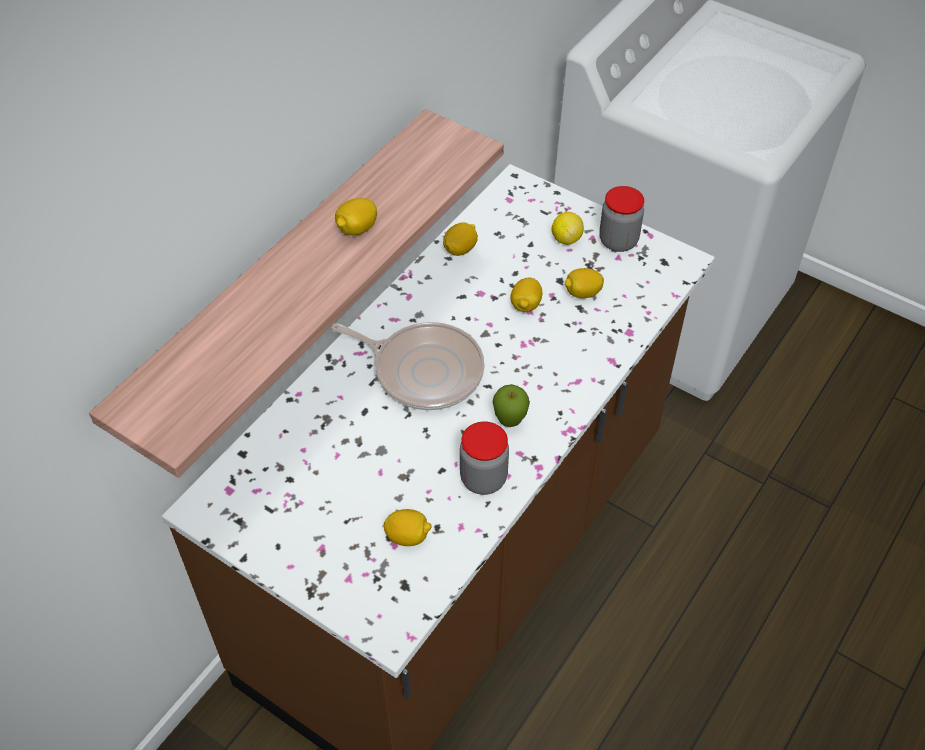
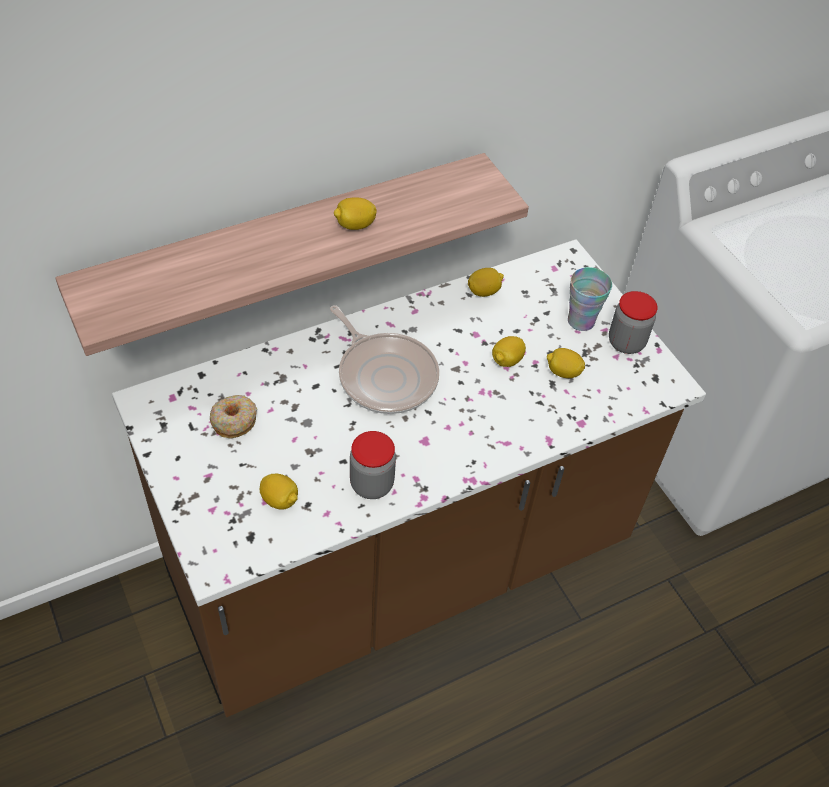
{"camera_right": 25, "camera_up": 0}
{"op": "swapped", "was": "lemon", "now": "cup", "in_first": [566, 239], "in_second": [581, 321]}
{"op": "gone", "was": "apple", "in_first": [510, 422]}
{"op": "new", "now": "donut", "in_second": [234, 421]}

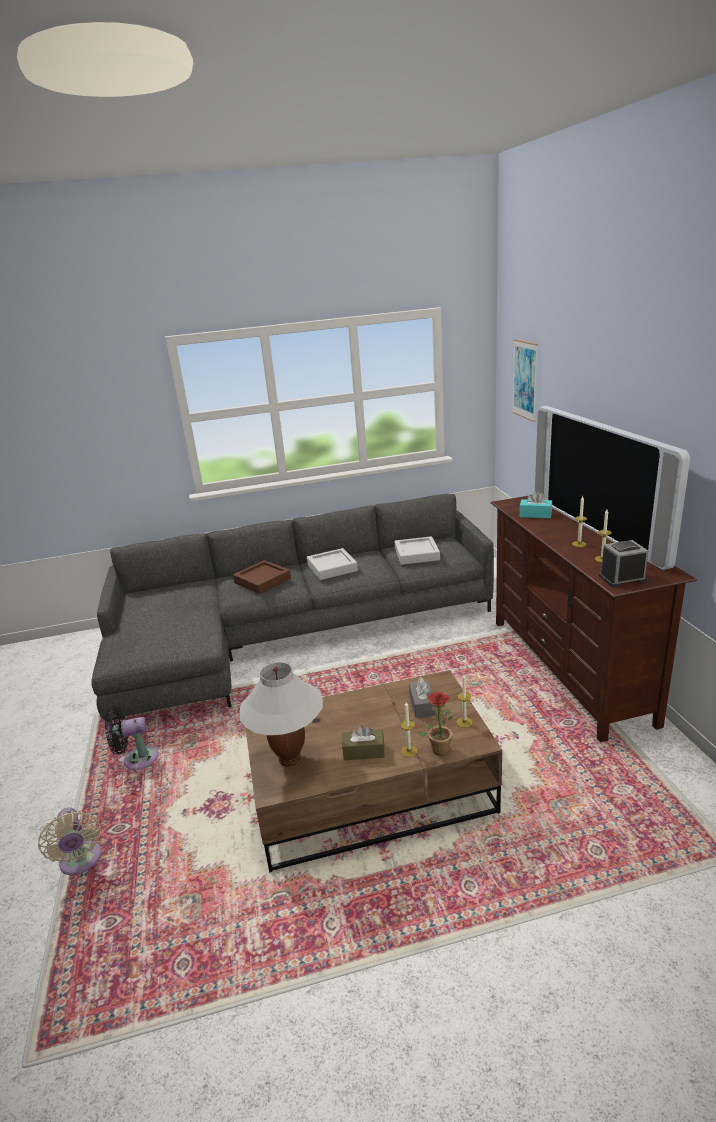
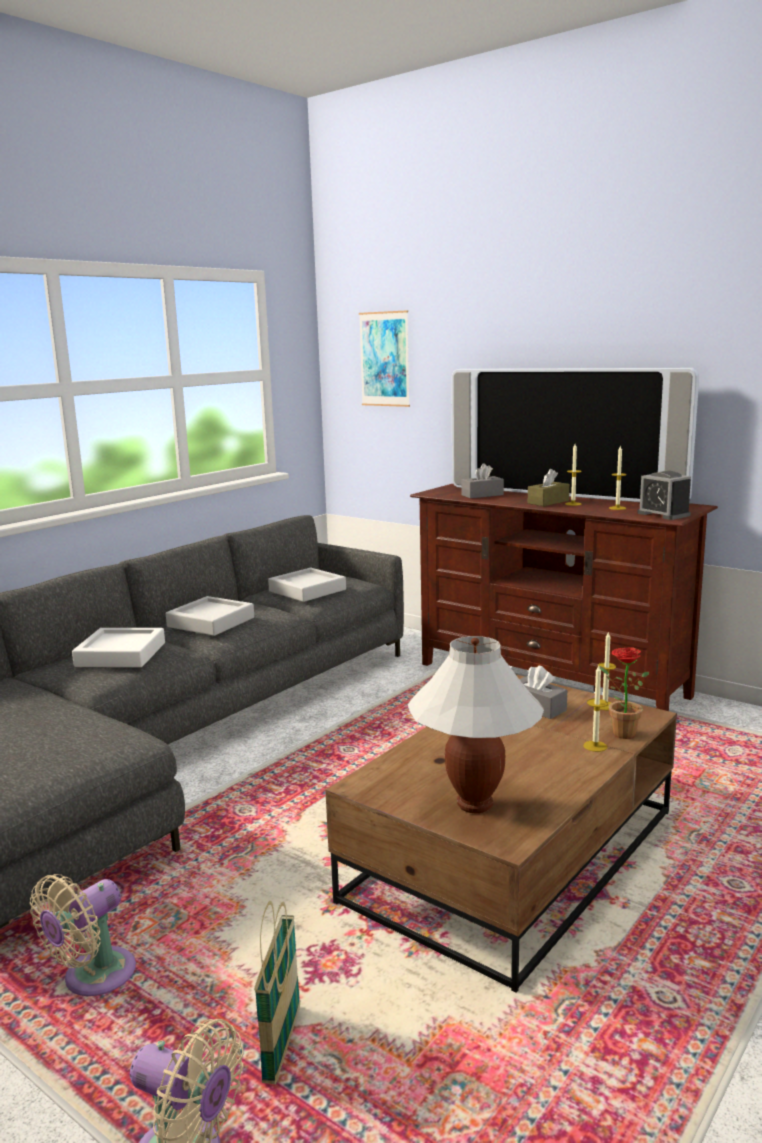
{"camera_right": -40, "camera_up": -10}
{"op": "repainted", "was": "turquoise tissue box", "now": "grey tissue box", "in_first": [535, 515], "in_second": [482, 495]}
{"op": "rotated", "was": "alarm clock", "in_first": [622, 578], "in_second": [663, 514], "clockwise": -75}
{"op": "repainted", "was": "brown tray", "now": "white tray", "in_first": [262, 581], "in_second": [121, 654]}
{"op": "repainted", "was": "black fan", "now": "beige fan", "in_first": [137, 759], "in_second": [93, 978]}
{"op": "shifted", "was": "brown tissue box", "in_first": [364, 751], "in_second": [548, 502]}
{"op": "new", "now": "basket", "in_second": [282, 1046]}

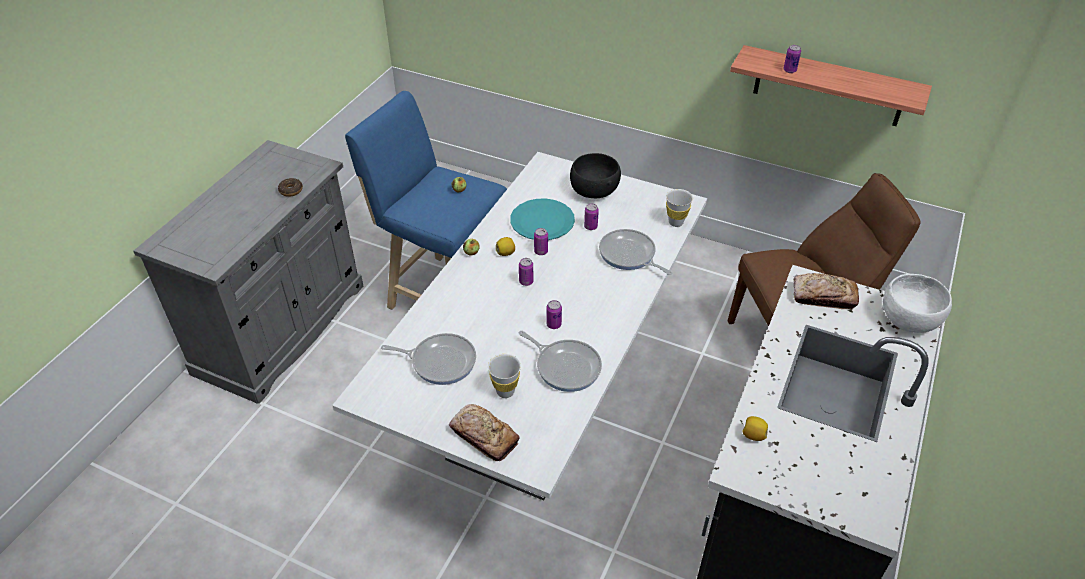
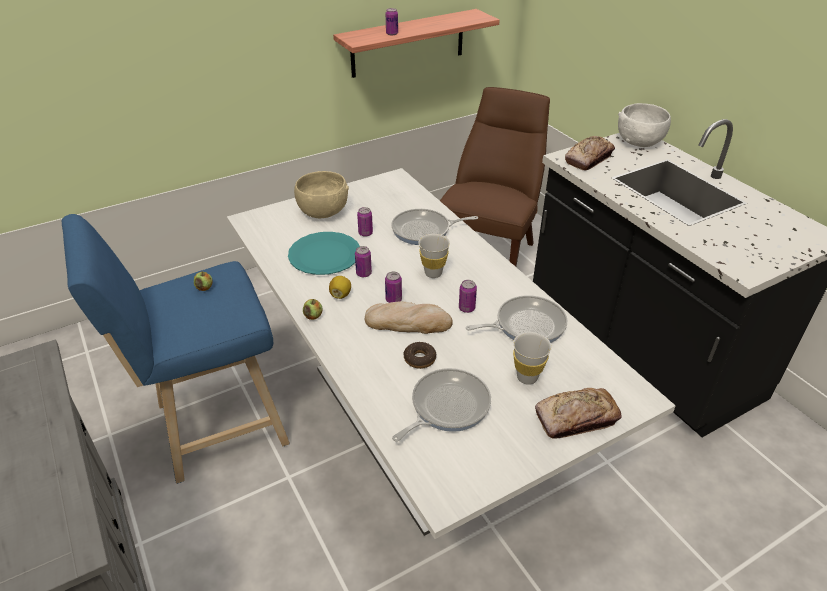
{"camera_right": -55, "camera_up": -5}
{"op": "repainted", "was": "black bowl", "now": "beige bowl", "in_first": [593, 191], "in_second": [323, 212]}
{"op": "shifted", "was": "donut", "in_first": [291, 190], "in_second": [419, 359]}
{"op": "shifted", "was": "white cup", "in_first": [676, 222], "in_second": [433, 273]}
{"op": "gone", "was": "lemon", "in_first": [753, 435]}
{"op": "new", "now": "bread", "in_second": [408, 322]}

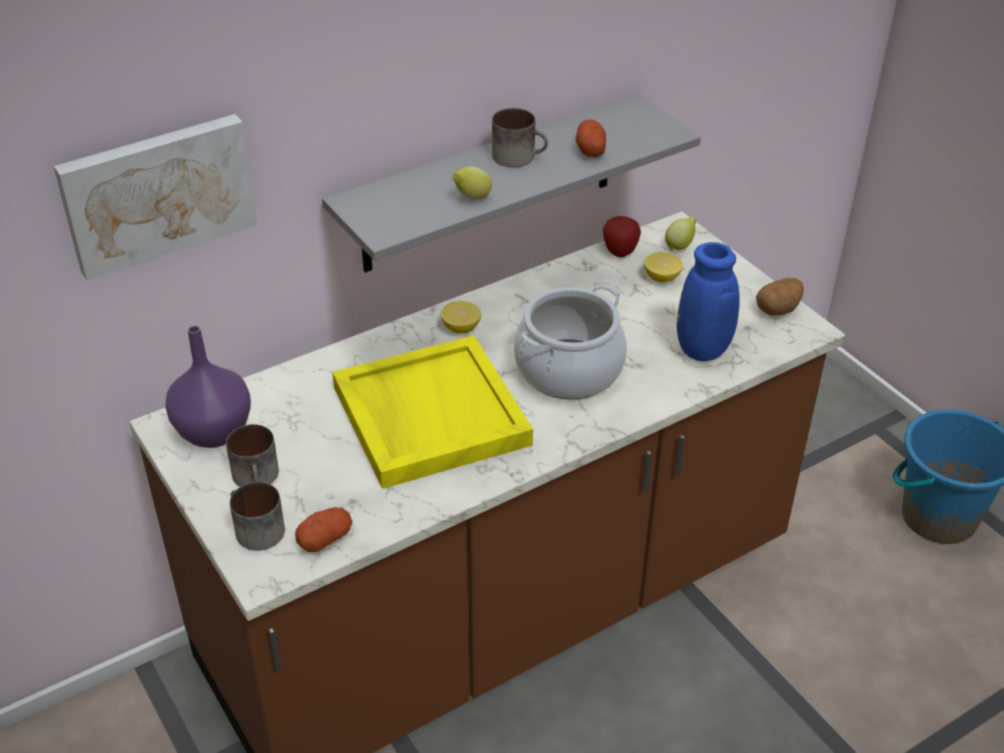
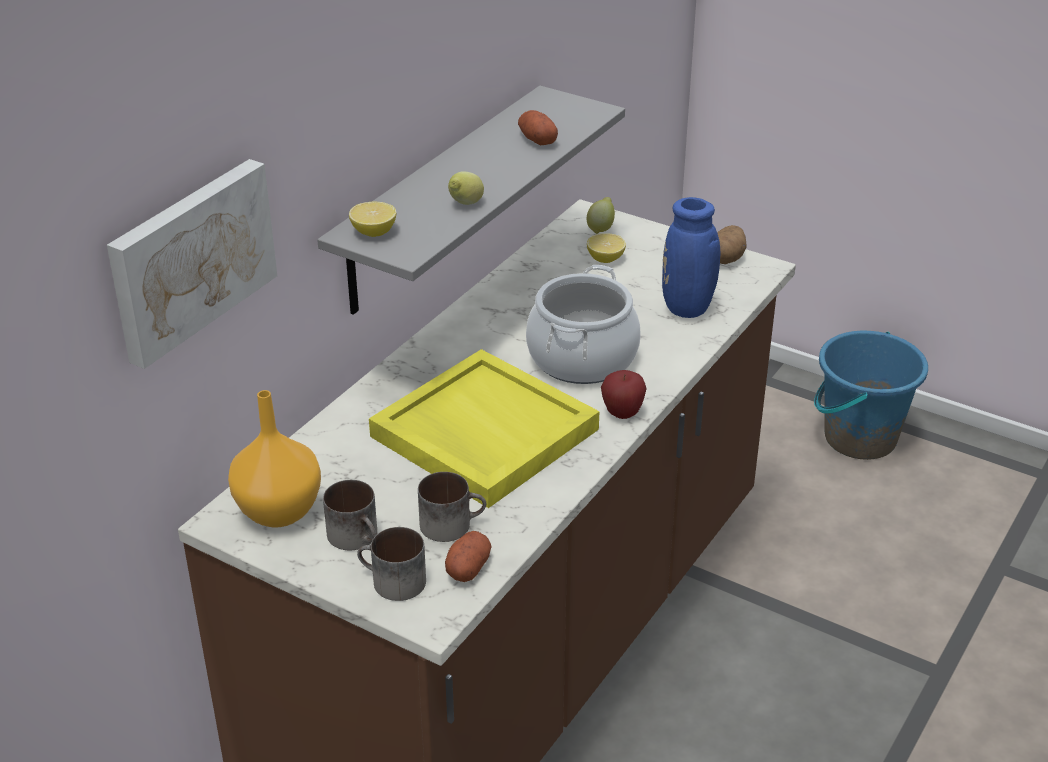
{"camera_right": -25, "camera_up": -5}
{"op": "shifted", "was": "mug", "in_first": [519, 156], "in_second": [452, 523]}
{"op": "shifted", "was": "apple", "in_first": [620, 253], "in_second": [622, 413]}
{"op": "shifted", "was": "lemon", "in_first": [461, 328], "in_second": [373, 232]}
{"op": "repainted", "was": "purple vase", "now": "orange vase", "in_first": [214, 431], "in_second": [278, 510]}

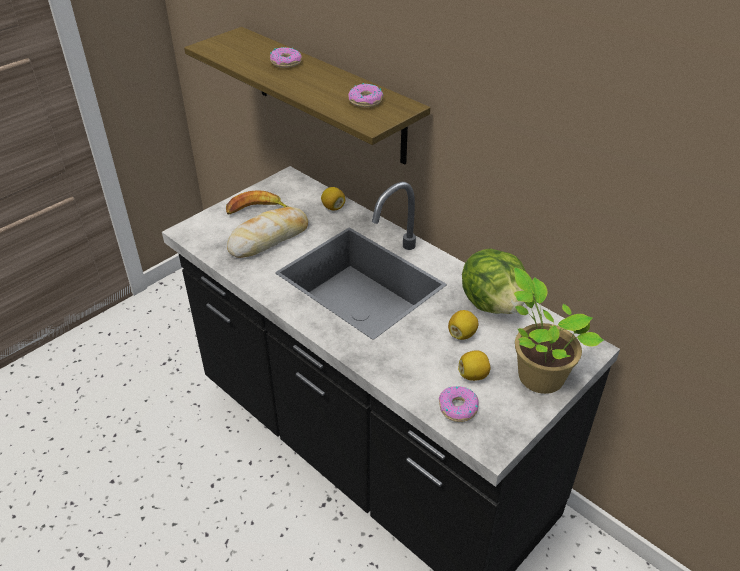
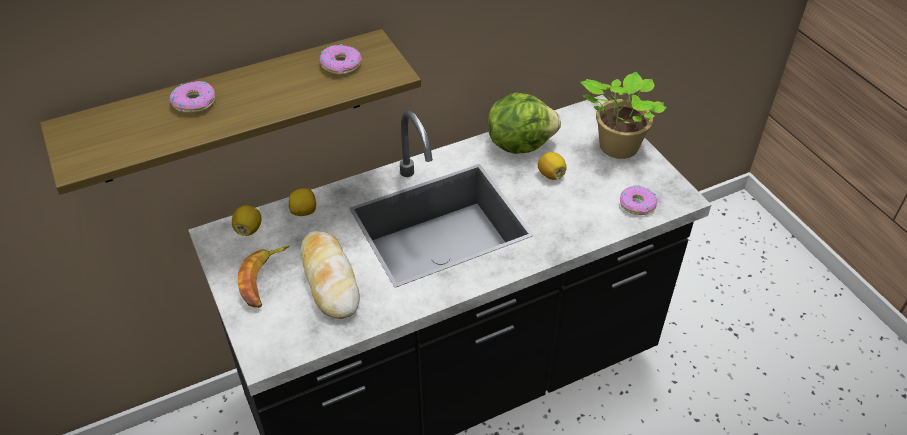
{"camera_right": -70, "camera_up": 5}
{"op": "shifted", "was": "lemon", "in_first": [473, 375], "in_second": [248, 229]}

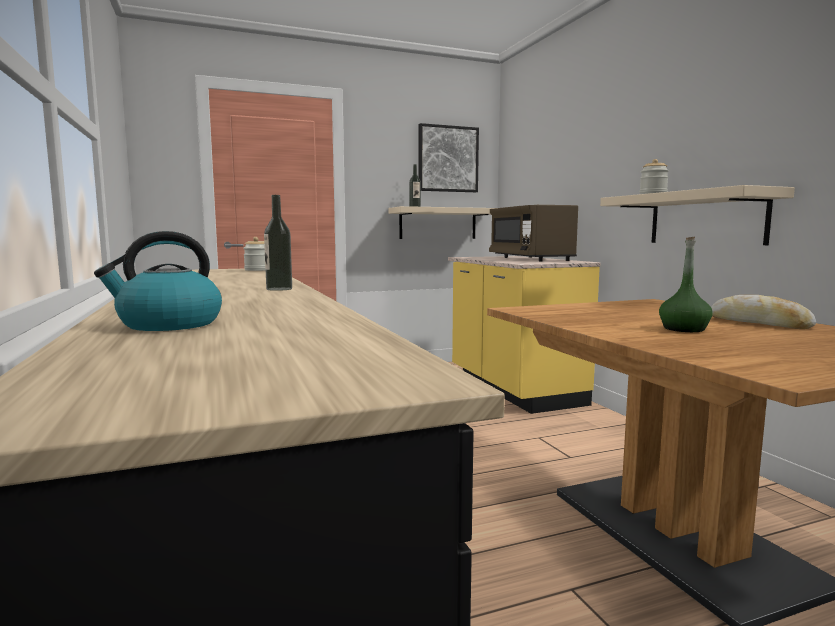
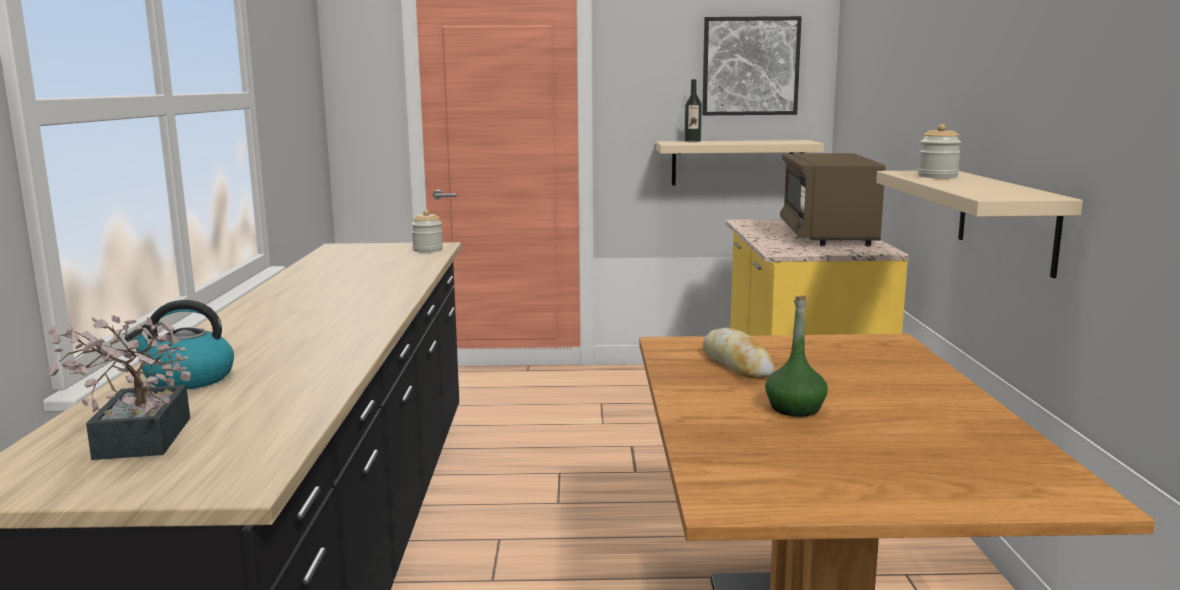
{"camera_right": 20, "camera_up": 5}
{"op": "gone", "was": "bottle", "in_first": [279, 289]}
{"op": "shifted", "was": "bread", "in_first": [759, 323], "in_second": [737, 364]}
{"op": "new", "now": "potted plant", "in_second": [137, 443]}

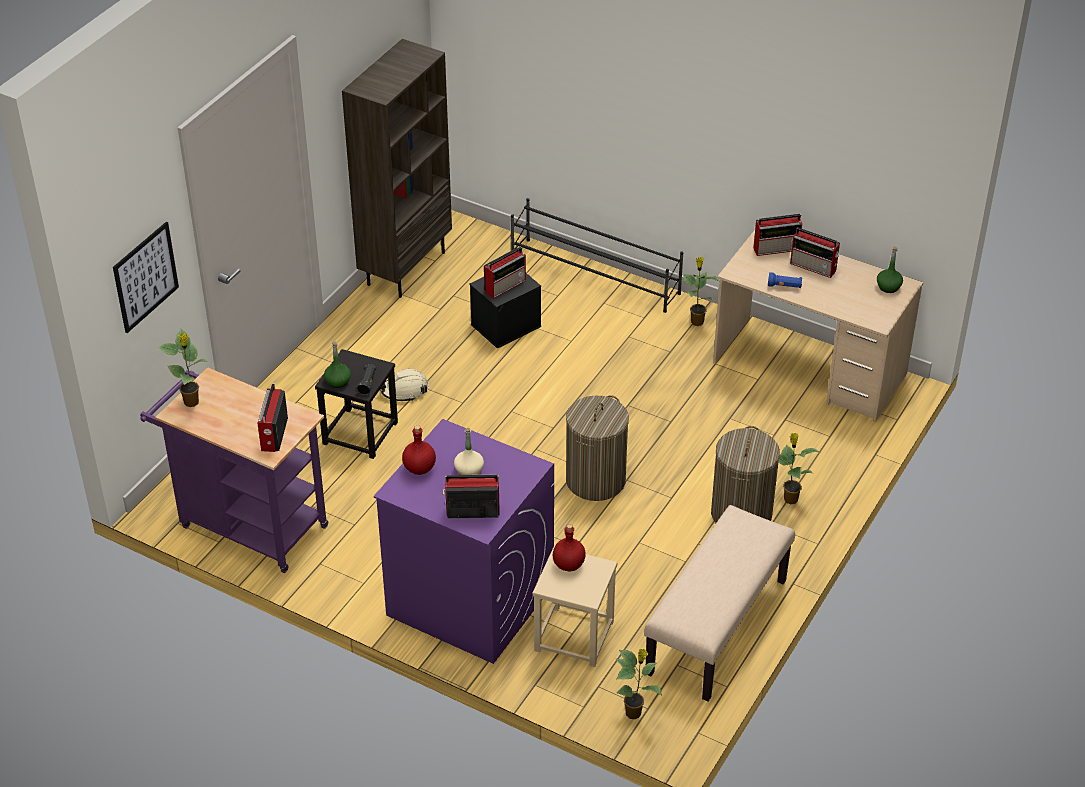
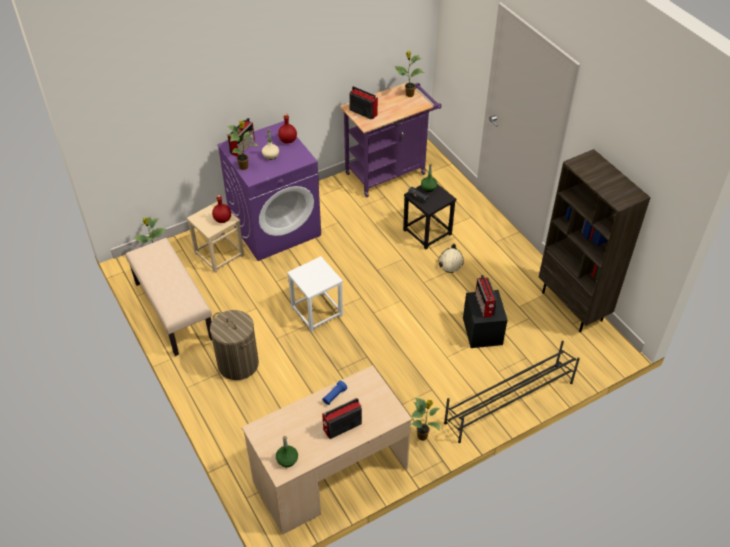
{"camera_right": 120, "camera_up": 5}
{"op": "gone", "was": "radio", "in_first": [777, 248]}
{"op": "gone", "was": "picture", "in_first": [145, 277]}
{"op": "swapped", "was": "laundry basket", "now": "white stool", "in_first": [595, 480], "in_second": [316, 311]}
{"op": "shifted", "was": "potted plant", "in_first": [790, 499], "in_second": [244, 166]}

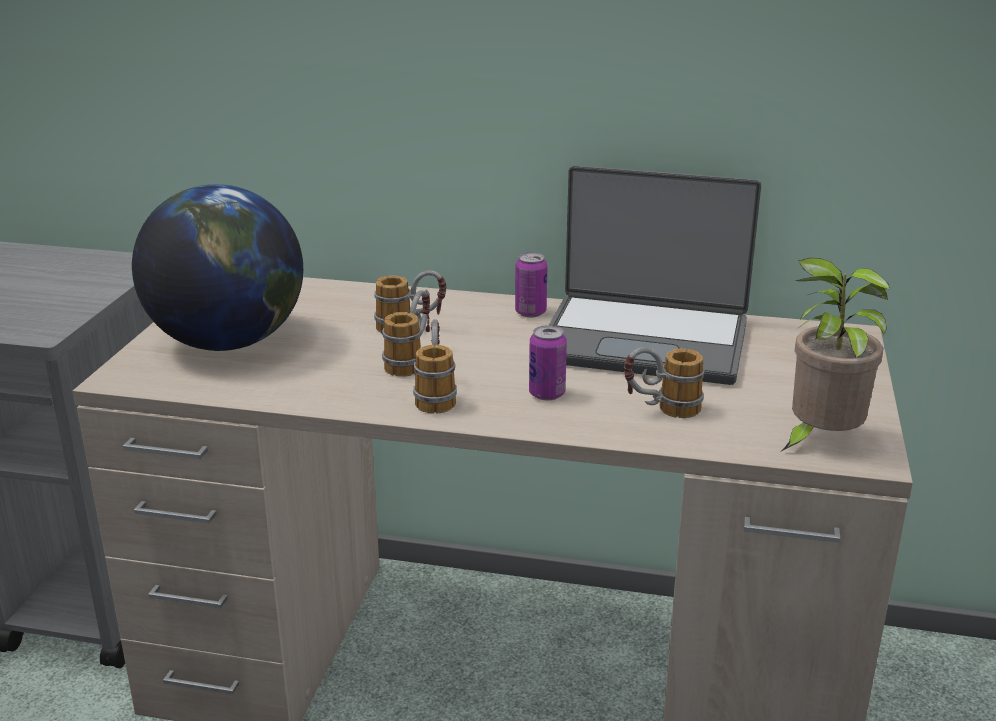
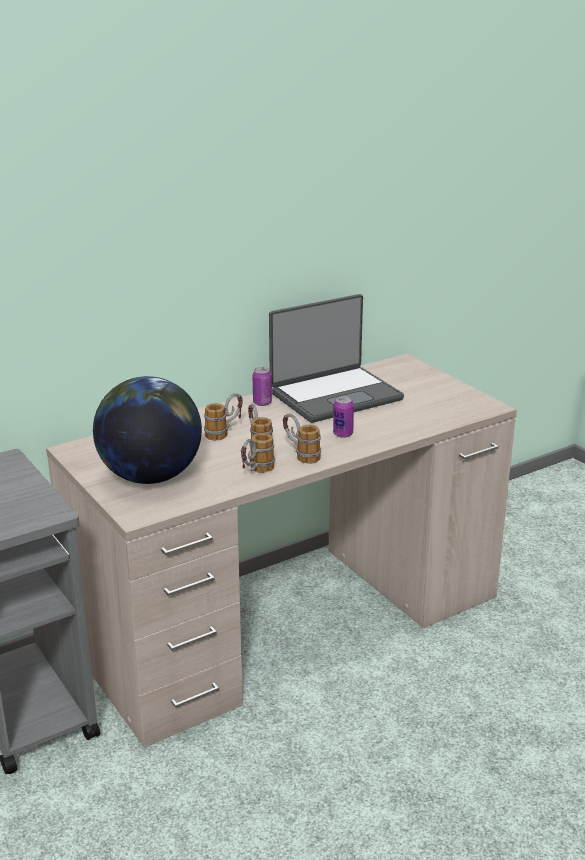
{"camera_right": -45, "camera_up": 0}
{"op": "gone", "was": "potted plant", "in_first": [819, 441]}
{"op": "shifted", "was": "mug", "in_first": [661, 410], "in_second": [256, 472]}

